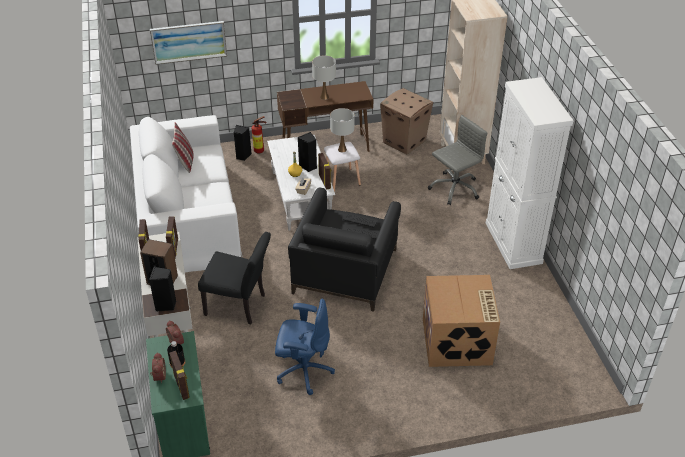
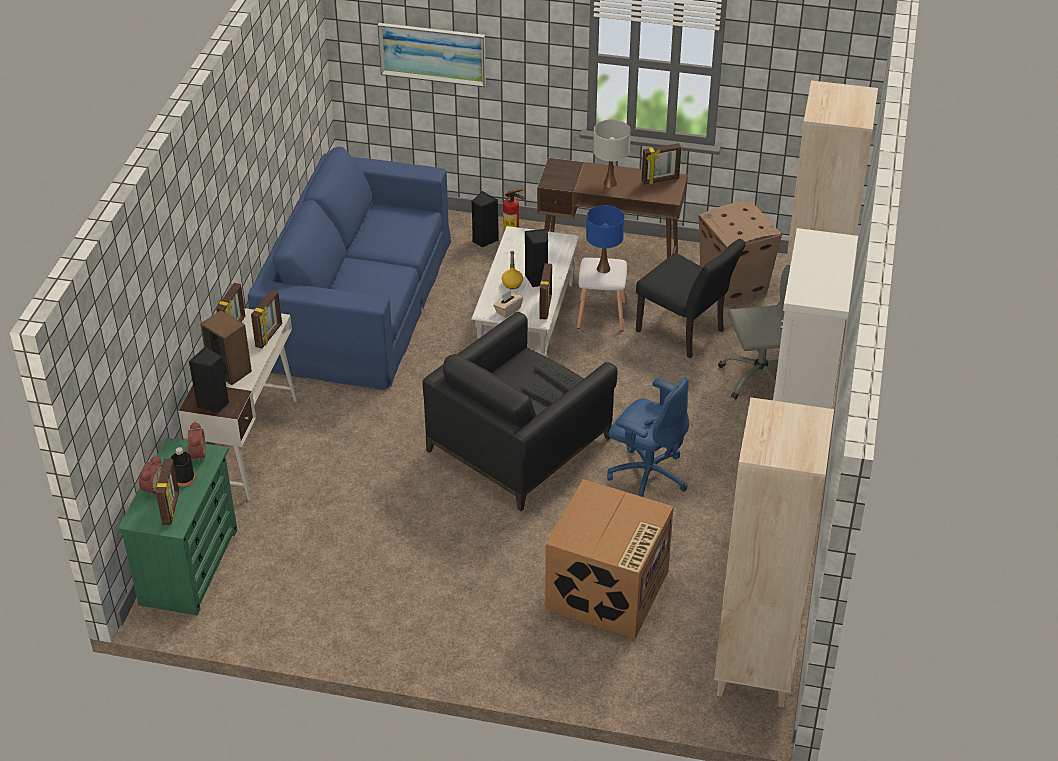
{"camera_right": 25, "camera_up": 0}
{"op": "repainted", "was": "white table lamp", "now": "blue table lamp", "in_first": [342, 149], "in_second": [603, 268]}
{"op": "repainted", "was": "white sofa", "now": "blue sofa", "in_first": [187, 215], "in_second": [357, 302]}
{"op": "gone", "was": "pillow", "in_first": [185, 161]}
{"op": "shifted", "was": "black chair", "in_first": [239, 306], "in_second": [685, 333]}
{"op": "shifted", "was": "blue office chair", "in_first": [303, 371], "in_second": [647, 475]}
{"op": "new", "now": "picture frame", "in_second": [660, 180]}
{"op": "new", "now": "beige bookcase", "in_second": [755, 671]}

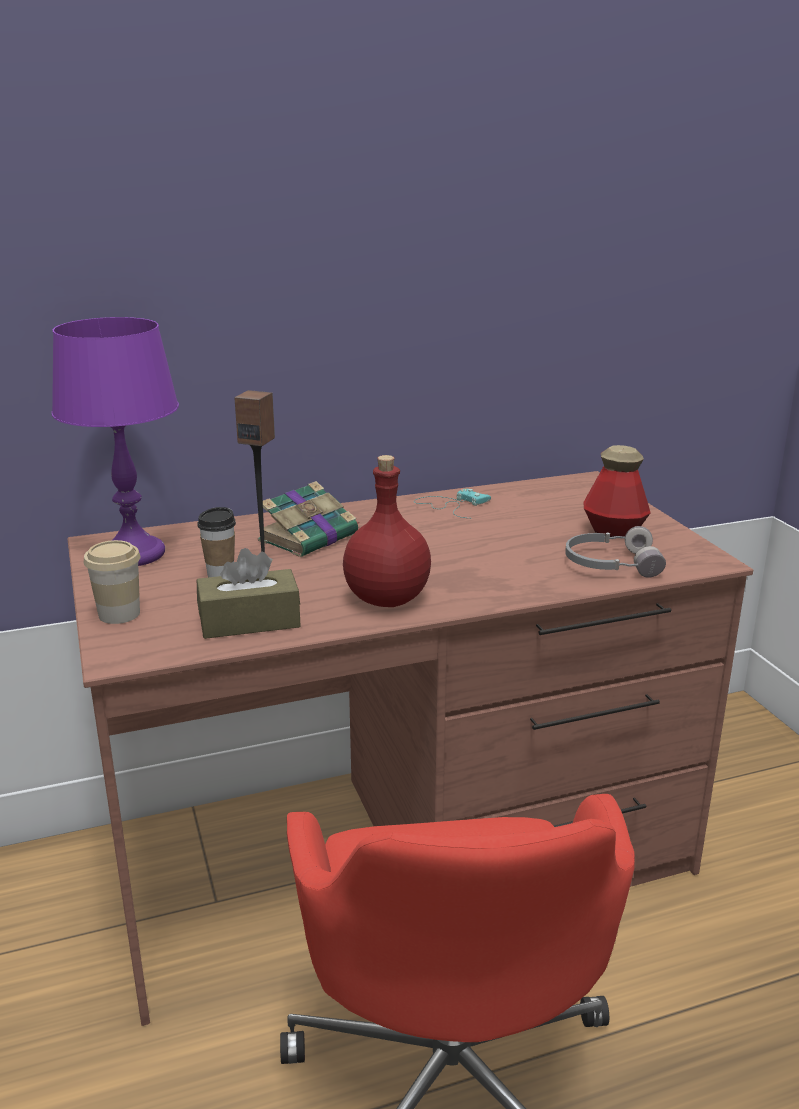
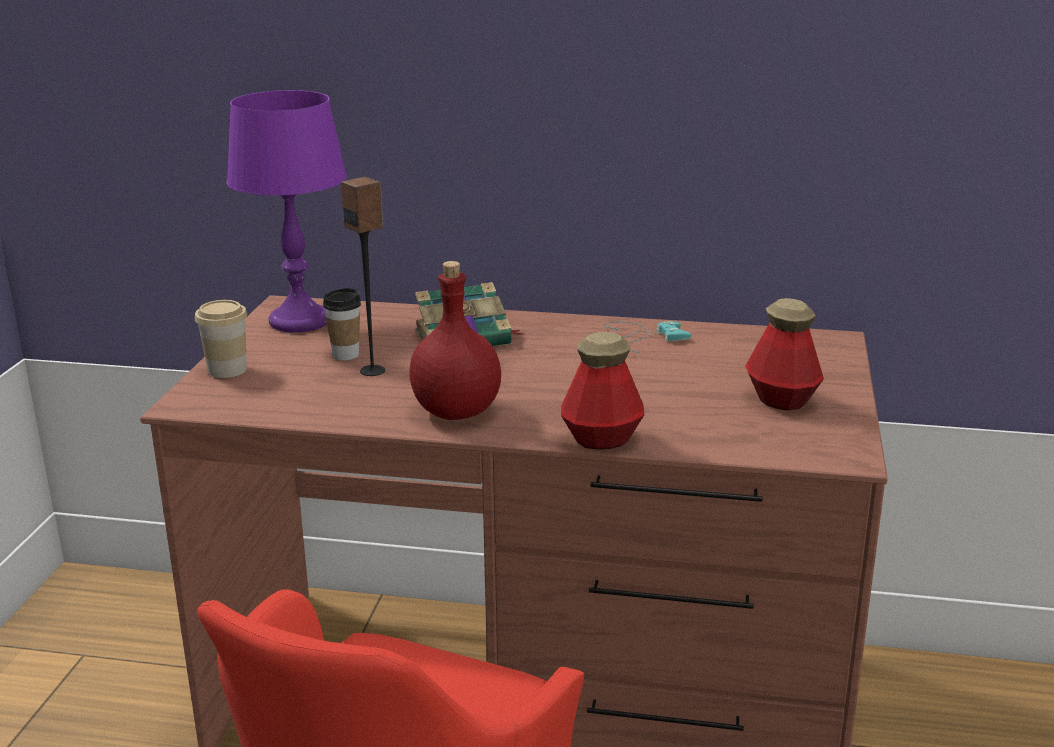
{"camera_right": 30, "camera_up": 0}
{"op": "gone", "was": "grey headphones", "in_first": [611, 564]}
{"op": "gone", "was": "brown tissue box", "in_first": [249, 621]}
{"op": "new", "now": "bottle", "in_second": [602, 439]}

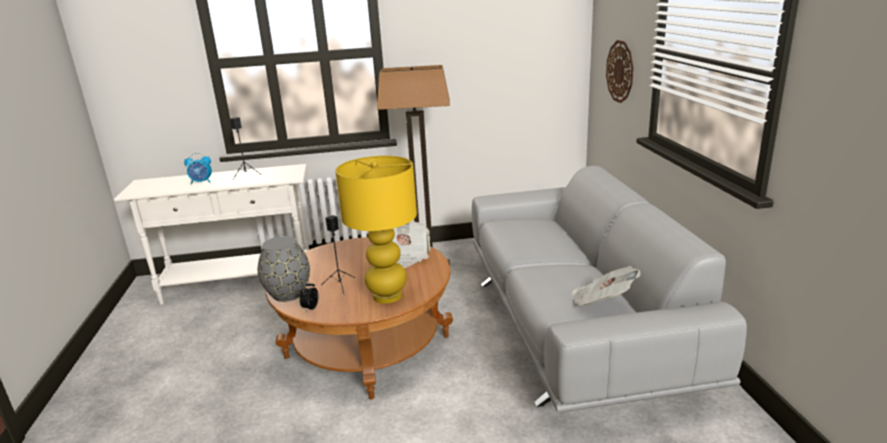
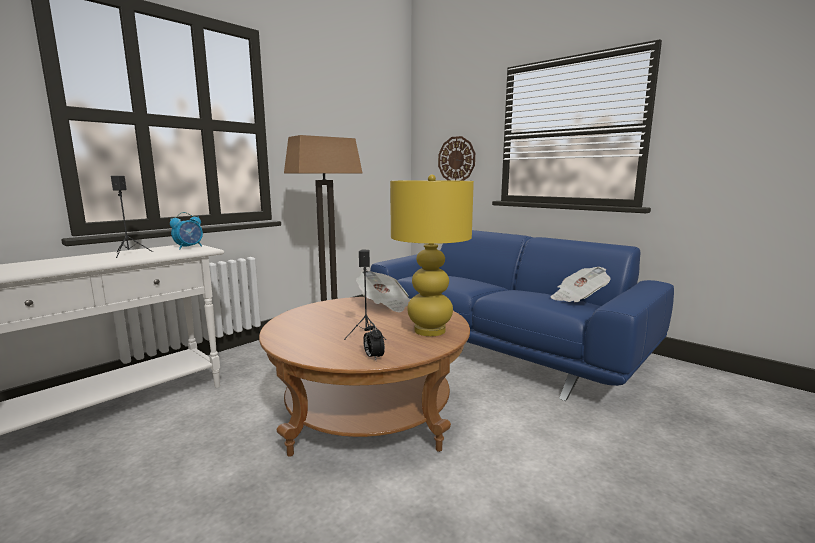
{"camera_right": -40, "camera_up": -10}
{"op": "shifted", "was": "alarm clock", "in_first": [201, 182], "in_second": [189, 247]}
{"op": "repainted", "was": "grey sofa", "now": "blue sofa", "in_first": [575, 326], "in_second": [503, 347]}
{"op": "gone", "was": "grey vase", "in_first": [288, 294]}

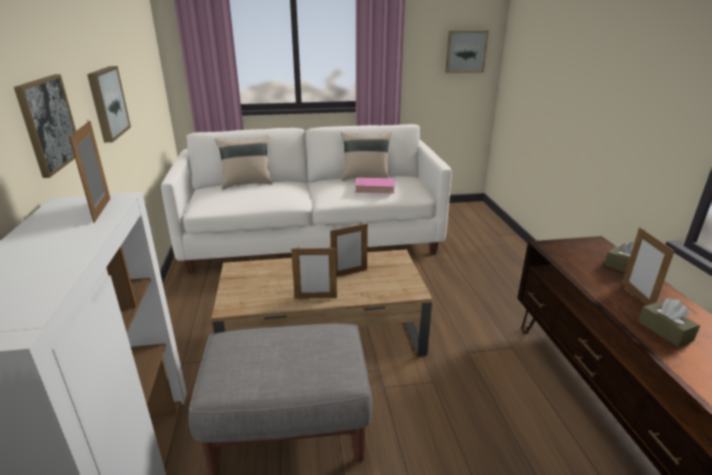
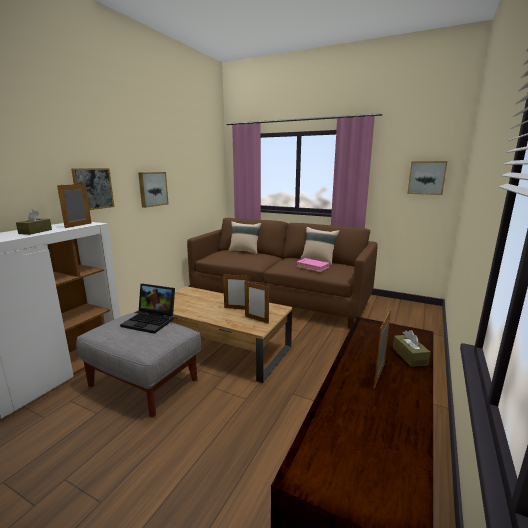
{"camera_right": 35, "camera_up": -10}
{"op": "repainted", "was": "white sofa", "now": "brown sofa", "in_first": [312, 239], "in_second": [279, 298]}
{"op": "shifted", "was": "picture frame", "in_first": [315, 298], "in_second": [256, 319]}
{"op": "shifted", "was": "brown tissue box", "in_first": [665, 331], "in_second": [35, 231]}
{"op": "new", "now": "laptop", "in_second": [151, 321]}

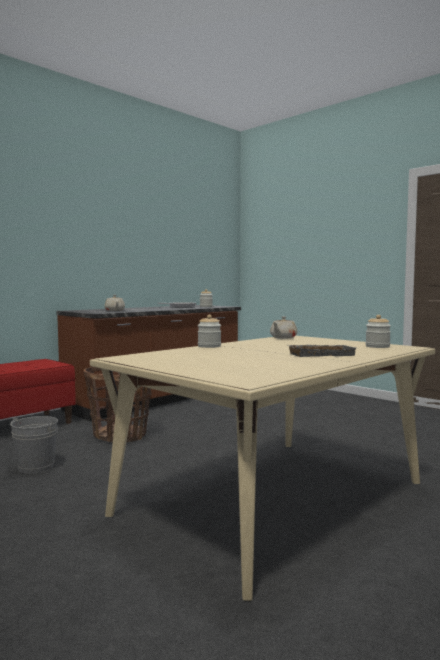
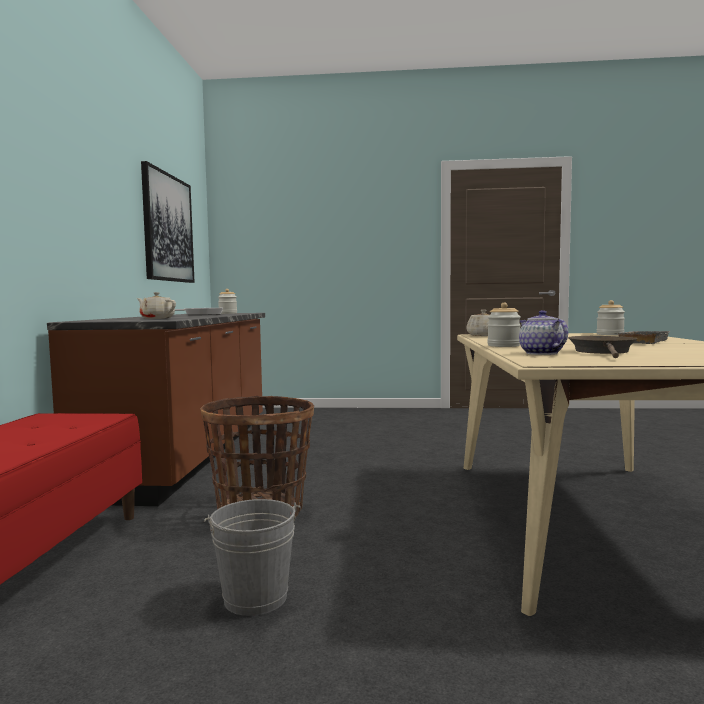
{"camera_right": -40, "camera_up": 0}
{"op": "new", "now": "picture", "in_second": [168, 228]}
{"op": "new", "now": "teapot", "in_second": [540, 353]}
{"op": "new", "now": "brown frying pan", "in_second": [603, 352]}

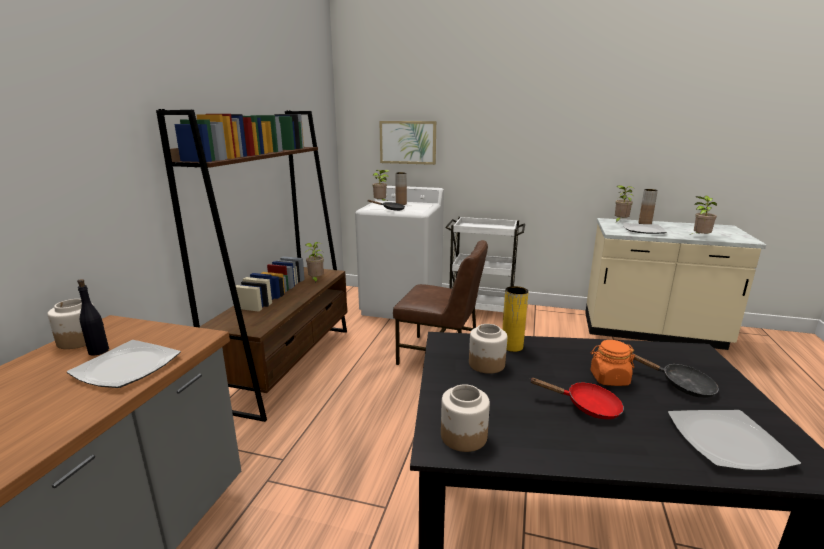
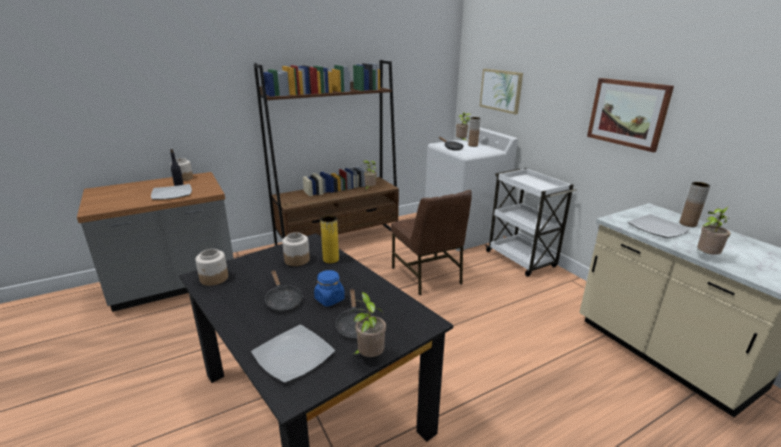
{"camera_right": 45, "camera_up": 5}
{"op": "shifted", "was": "potted plant", "in_first": [620, 221], "in_second": [369, 356]}
{"op": "repainted", "was": "orange jar", "now": "blue jar", "in_first": [609, 379], "in_second": [329, 299]}
{"op": "repainted", "was": "red frying pan", "now": "black frying pan", "in_first": [587, 406], "in_second": [283, 301]}
{"op": "new", "now": "picture", "in_second": [627, 113]}

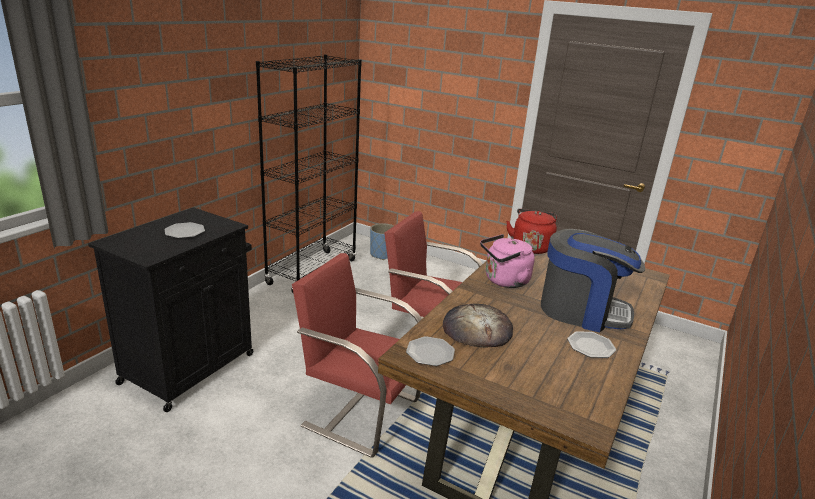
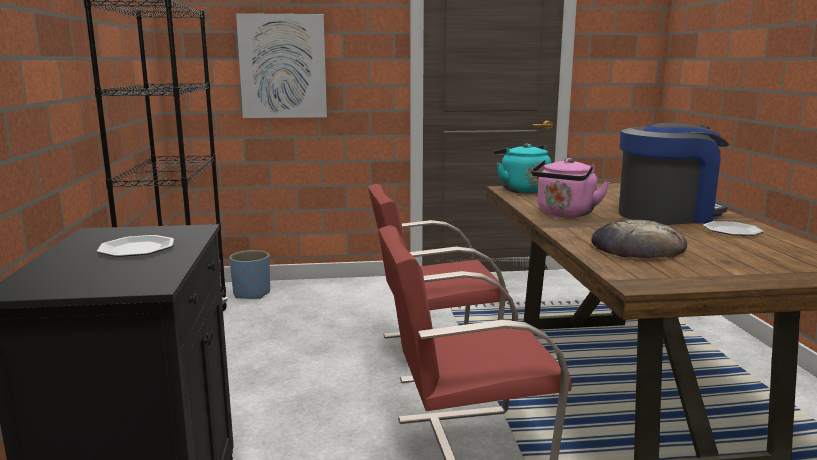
{"camera_right": -35, "camera_up": -10}
{"op": "repainted", "was": "red kettle", "now": "turquoise kettle", "in_first": [531, 246], "in_second": [522, 190]}
{"op": "gone", "was": "plate", "in_first": [429, 353]}
{"op": "new", "now": "picture", "in_second": [283, 66]}

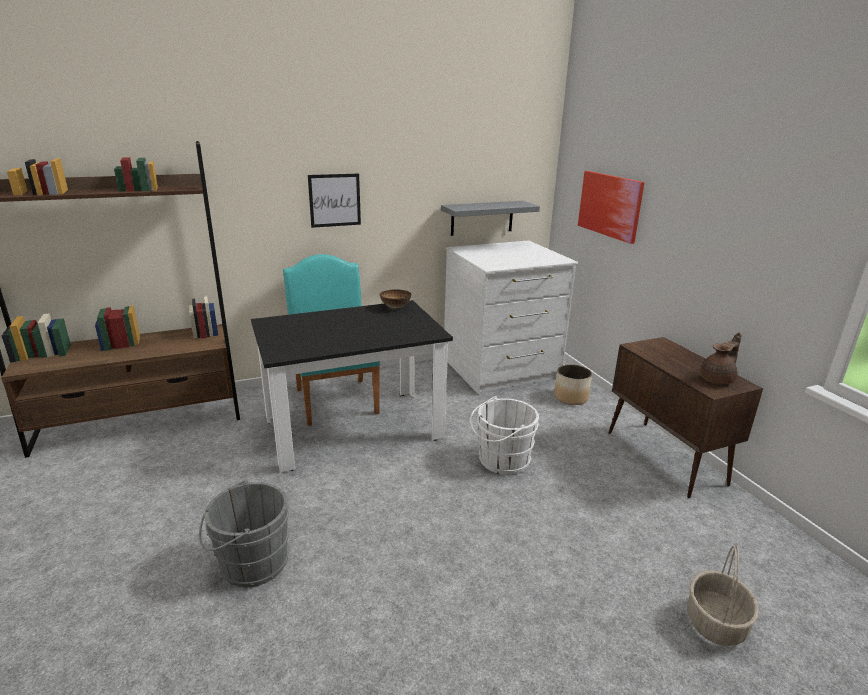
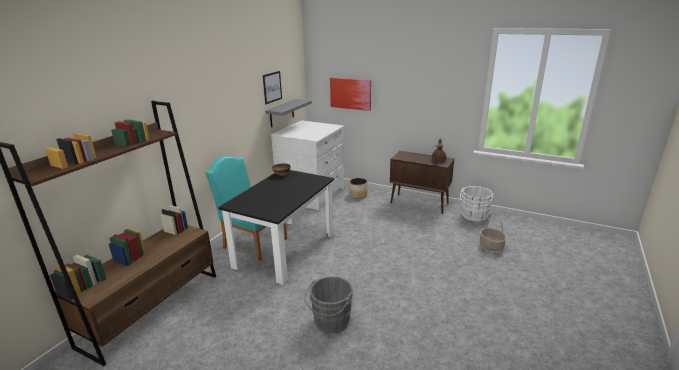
{"camera_right": -40, "camera_up": 0}
{"op": "shifted", "was": "picture", "in_first": [334, 200], "in_second": [272, 87]}
{"op": "shifted", "was": "white bucket", "in_first": [501, 460], "in_second": [473, 216]}

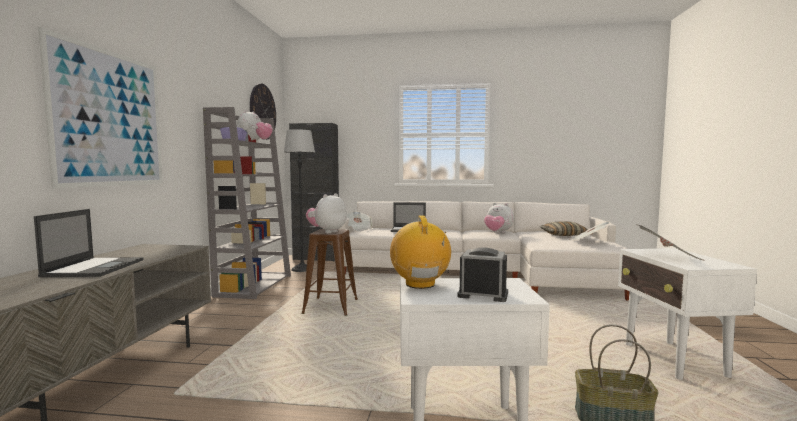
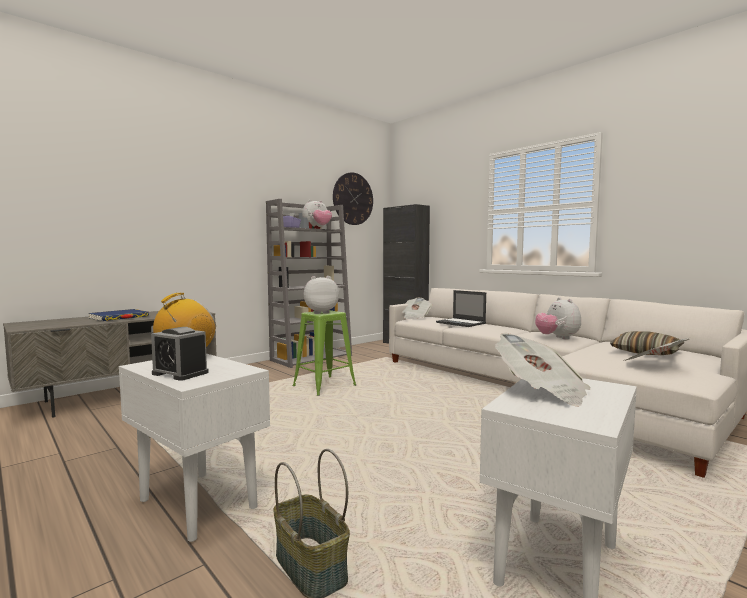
{"camera_right": 40, "camera_up": 0}
{"op": "gone", "was": "picture", "in_first": [110, 119]}
{"op": "gone", "was": "floor lamp", "in_first": [302, 269]}
{"op": "swapped", "was": "laptop", "now": "blue book", "in_first": [95, 267], "in_second": [119, 318]}
{"op": "repainted", "was": "brown stool", "now": "green stool", "in_first": [331, 306], "in_second": [325, 386]}
{"op": "rotated", "was": "alarm clock", "in_first": [483, 294], "in_second": [180, 373], "clockwise": 150}

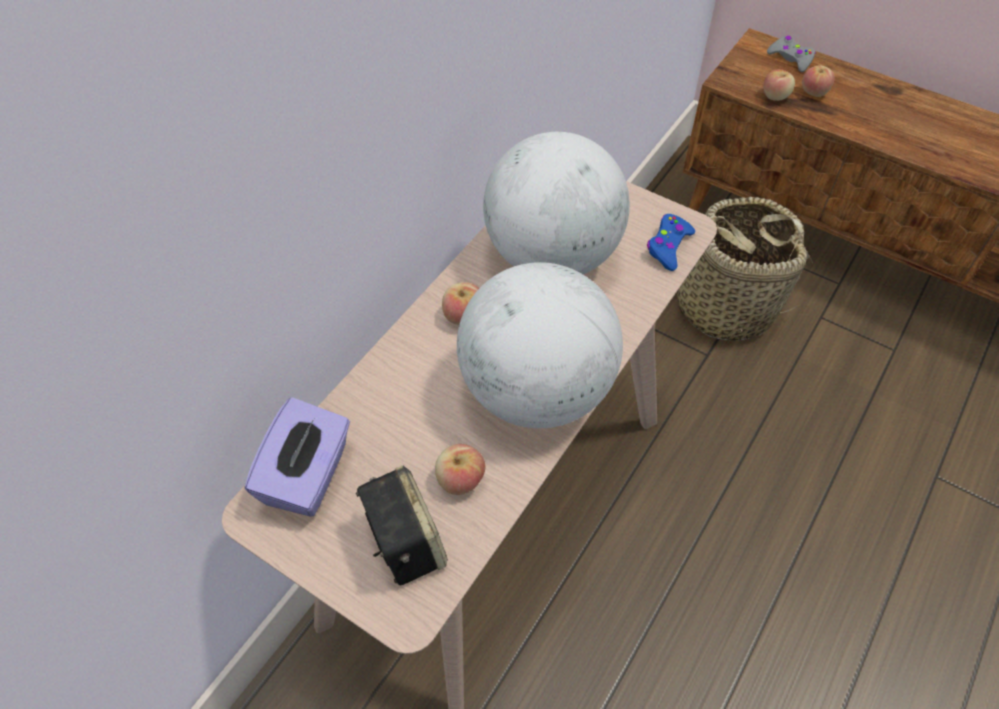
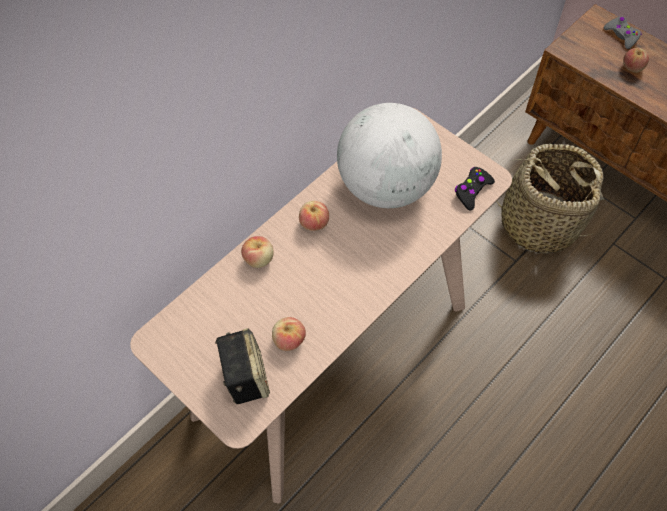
{"camera_right": 10, "camera_up": 5}
{"op": "shifted", "was": "apple", "in_first": [775, 96], "in_second": [259, 259]}
{"op": "repainted", "was": "blue game controller", "now": "black game controller", "in_first": [668, 247], "in_second": [472, 191]}
{"op": "gone", "was": "globe", "in_first": [536, 391]}
{"op": "gone", "was": "purple tissue box", "in_first": [308, 476]}

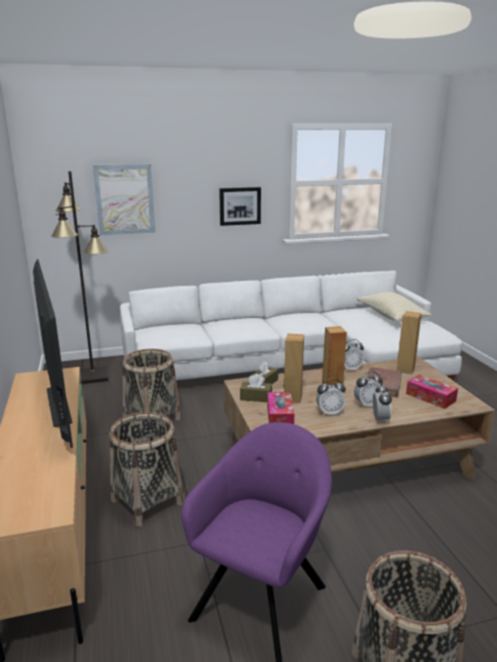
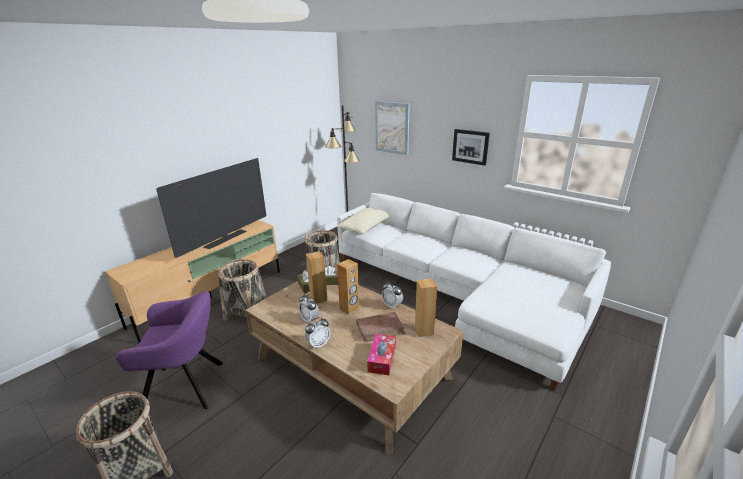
{"camera_right": 55, "camera_up": 5}
{"op": "shifted", "was": "beige pillow", "in_first": [391, 317], "in_second": [366, 227]}
{"op": "gone", "was": "alarm clock", "in_first": [367, 404]}
{"op": "gone", "was": "tissue box", "in_first": [280, 416]}

